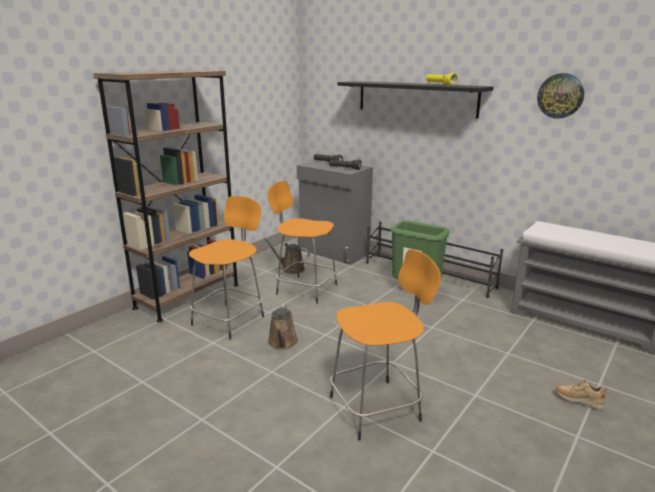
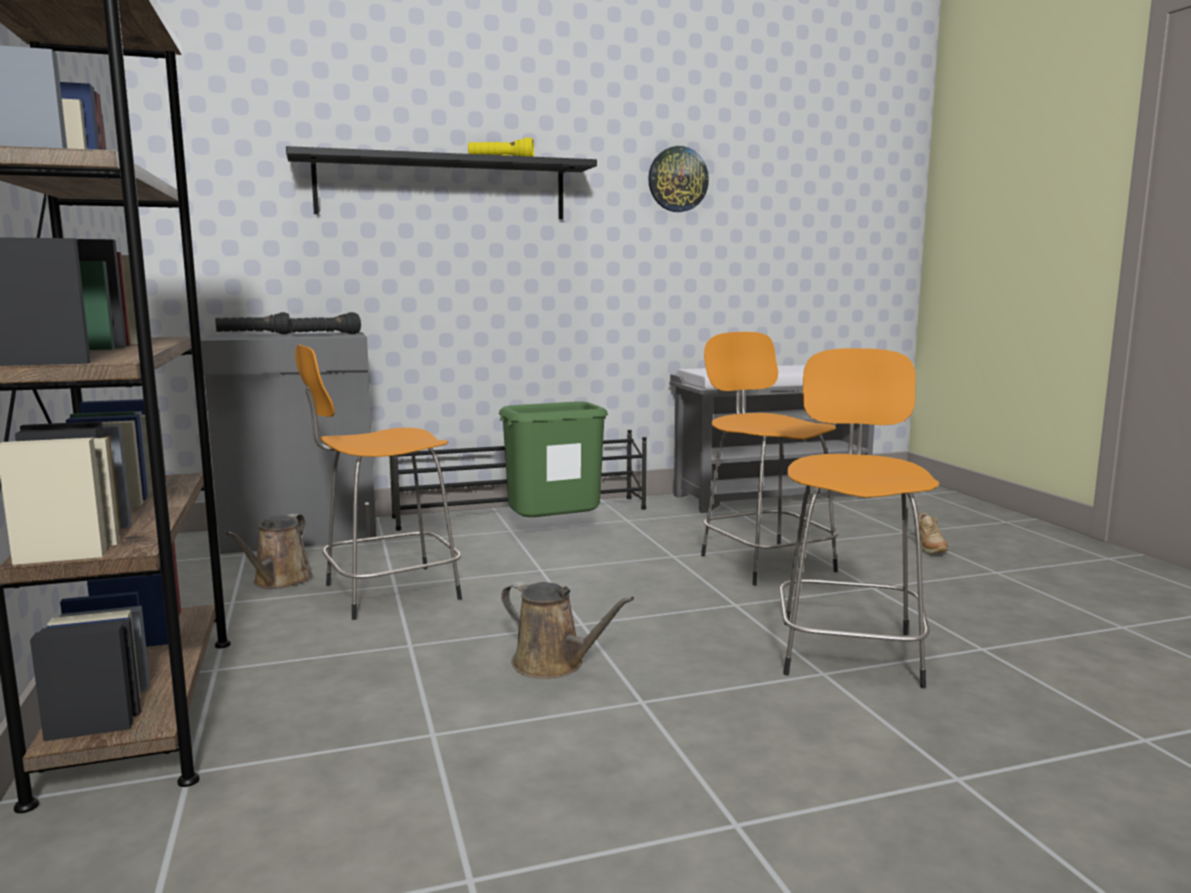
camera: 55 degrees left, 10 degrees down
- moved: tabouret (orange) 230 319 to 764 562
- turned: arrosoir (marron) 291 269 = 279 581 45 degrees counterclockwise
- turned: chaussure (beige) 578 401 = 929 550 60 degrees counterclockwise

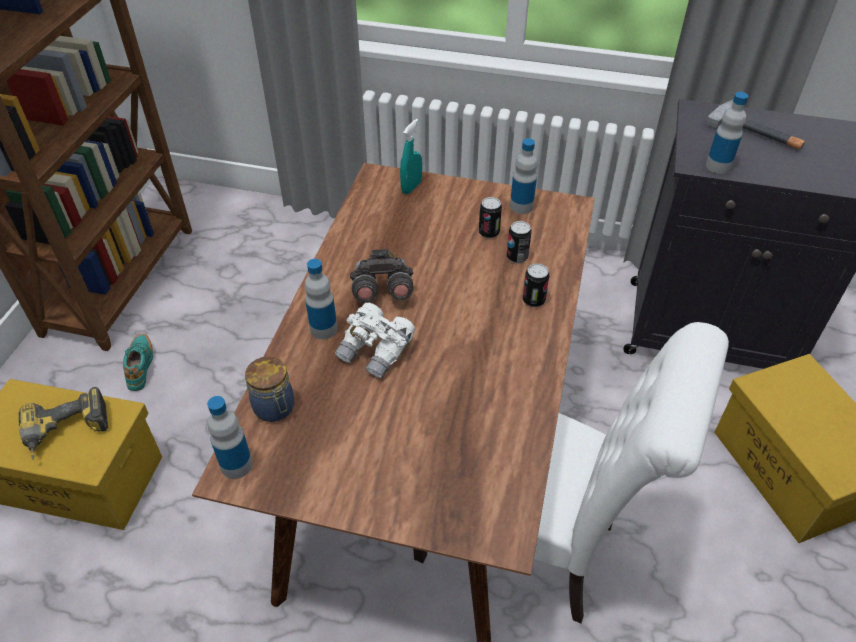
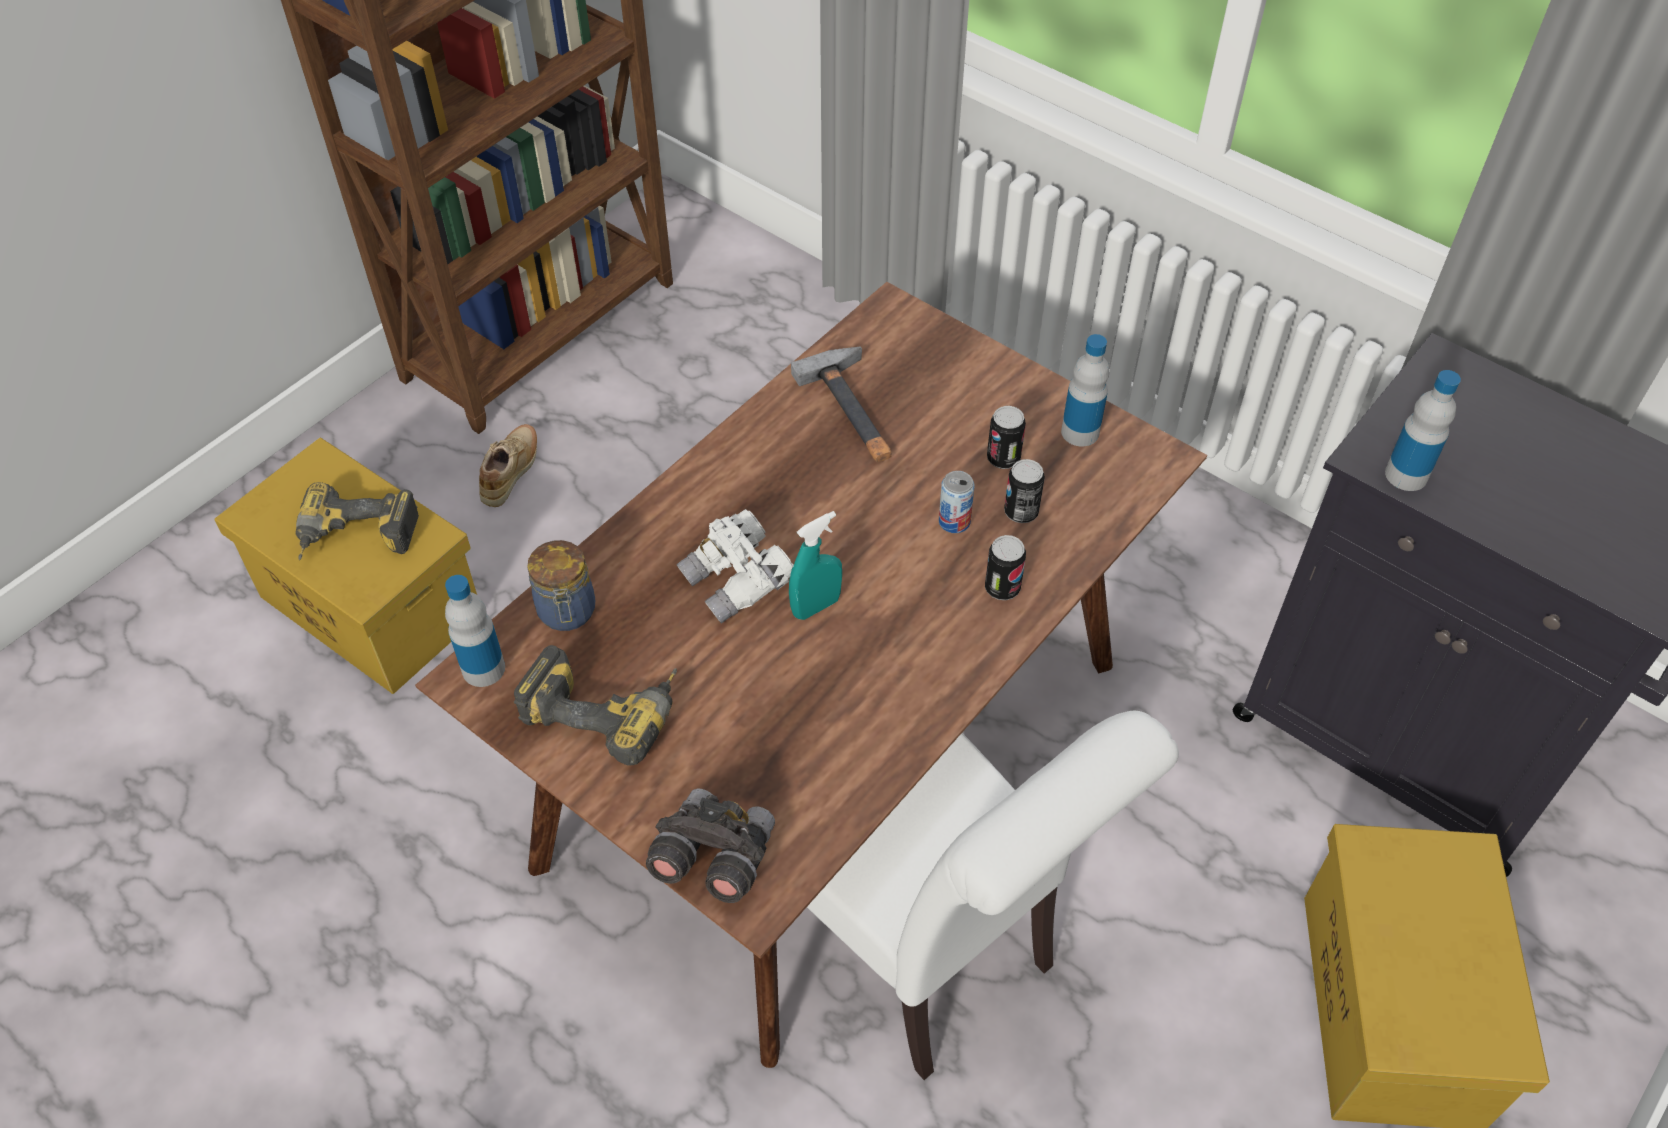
camera: 25 degrees right, 5 degrees up
- moved: marteau 757 131 to 855 410
- moved: vaporisateur (turquoise) 411 187 to 816 606
- moved: jumelles (gris) 381 291 to 713 858
- removed: bouteille 323 329
- recoloured: chaussure (turquoise) 142 366 to chaussure (beige) 512 473
- added: boîte métallique 954 521
- added: perceuse 607 708

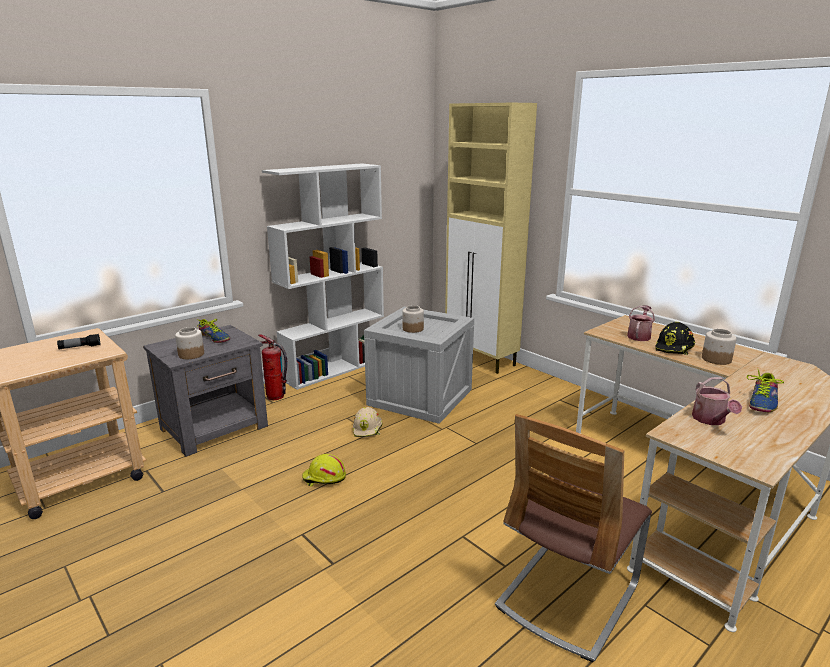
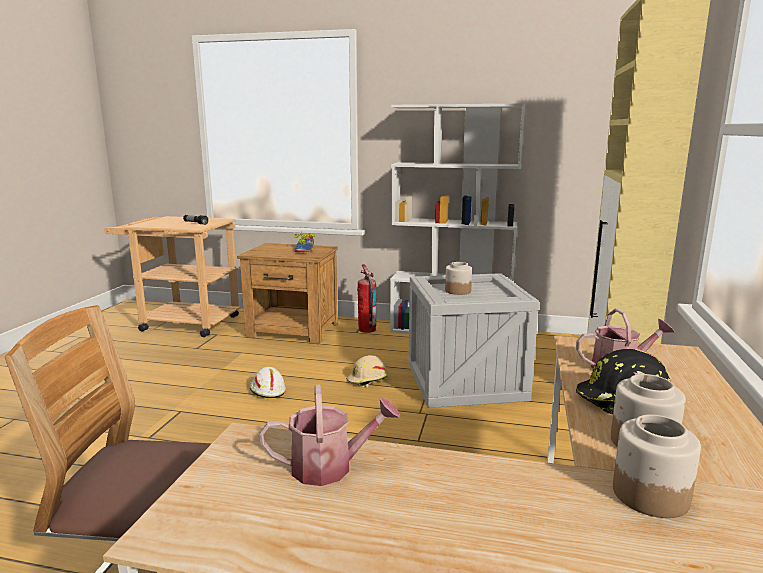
camera: 55 degrees right, 5 degrees down
- recoloured: table de chevet (gris) 216 427 to table de chevet (marron) 294 330
- moved: bocal 191 354 to 649 494
- removed: chaussure 762 402
- turned: arrosoir 711 420 = 330 467 150 degrees counterclockwise
- recoloured: casque de chantier (jaune) 324 478 to casque de chantier (blanc) 266 391

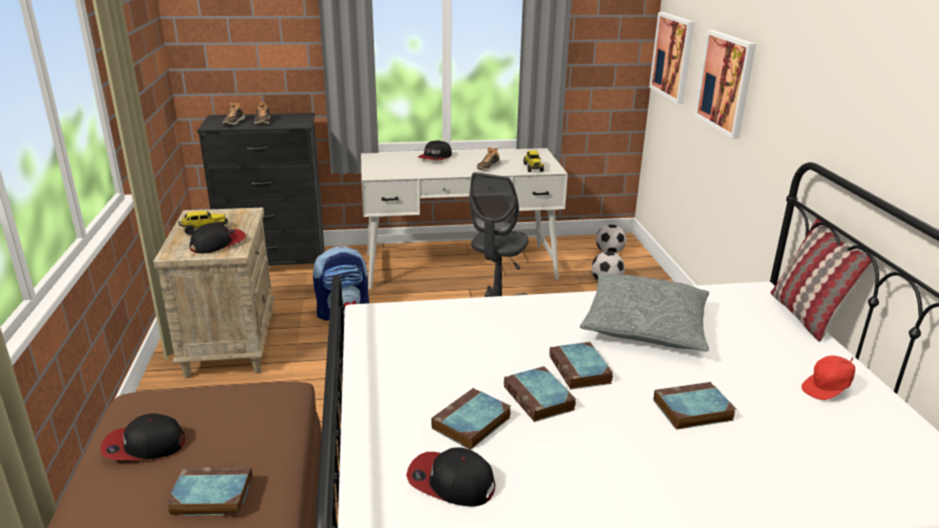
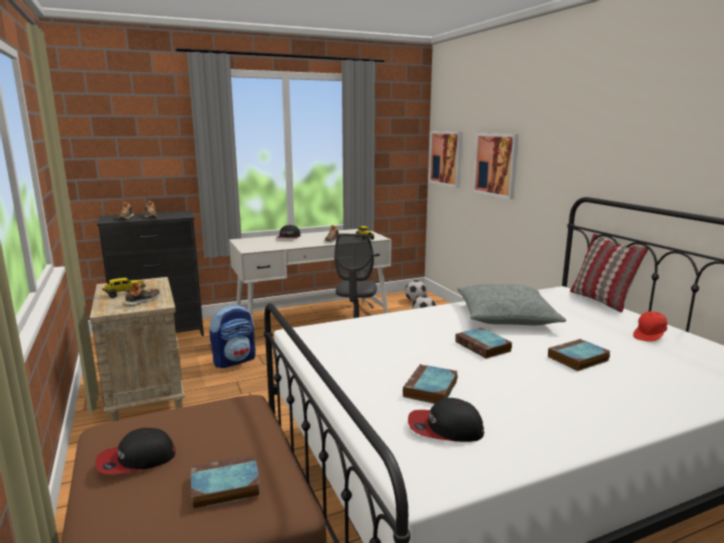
camera: 15 degrees left, 10 degrees down
- replaced: casquette 218 243 to chaussure 143 301
- removed: livre 540 399

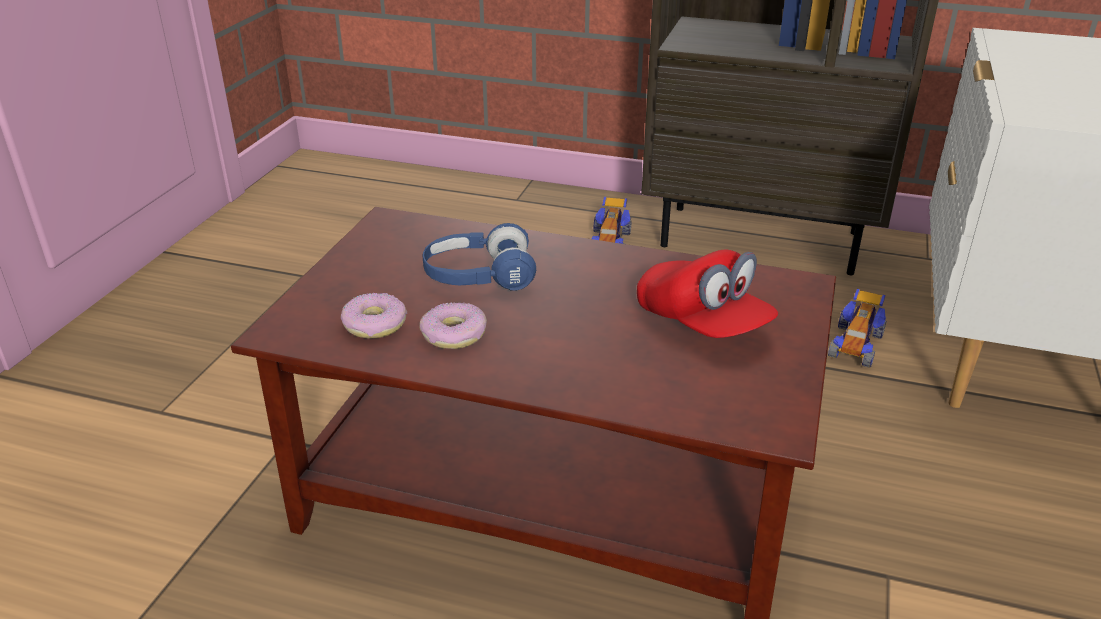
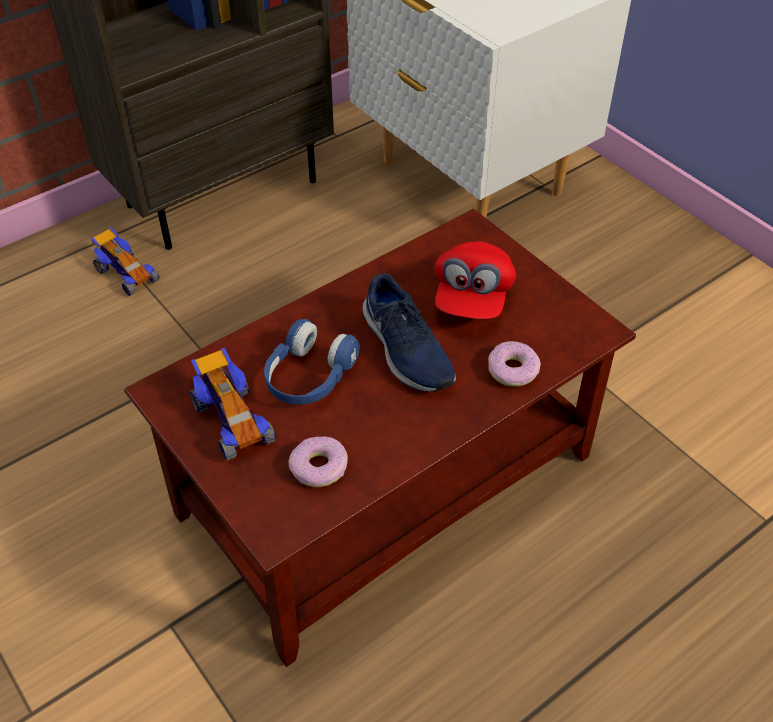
camera: 55 degrees left, 15 degrees up
- turned: casquette (rouge) 702 323 = 472 297 105 degrees clockwise
- moved: petite voiture 855 344 to 232 420
- moved: beignet 454 334 to 513 370
- added: chaussure (bleu) 405 350

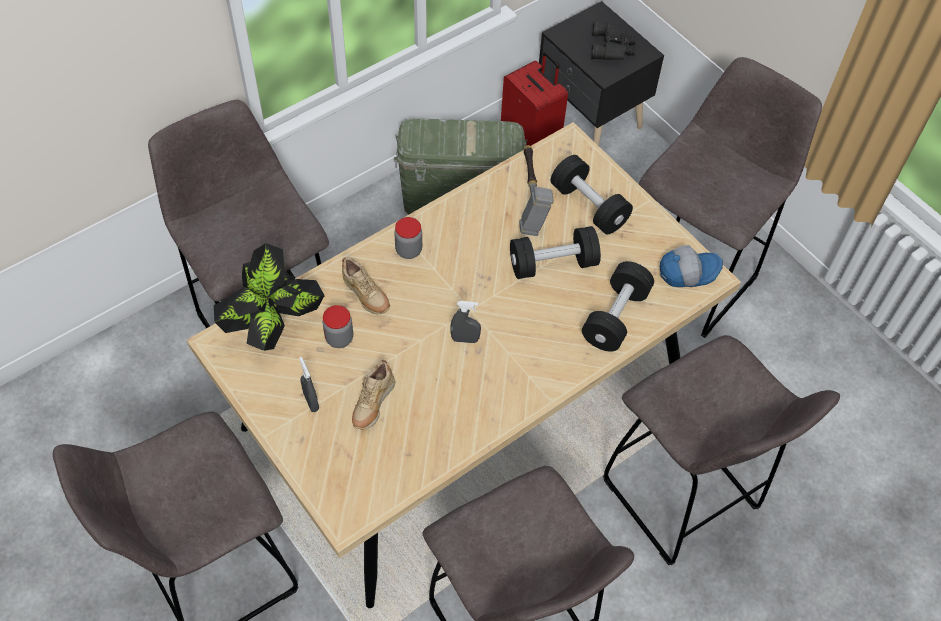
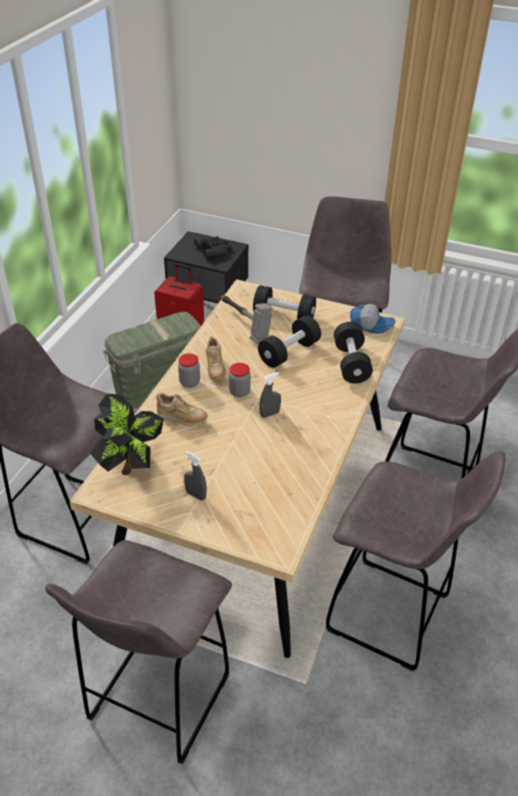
camera: 30 degrees left, 15 degrees down
- turned: casquette 687 271 = 371 324 60 degrees clockwise
- moved: bocal 339 338 to 239 392
- moved: chaussure (beige) 372 405 to 215 370

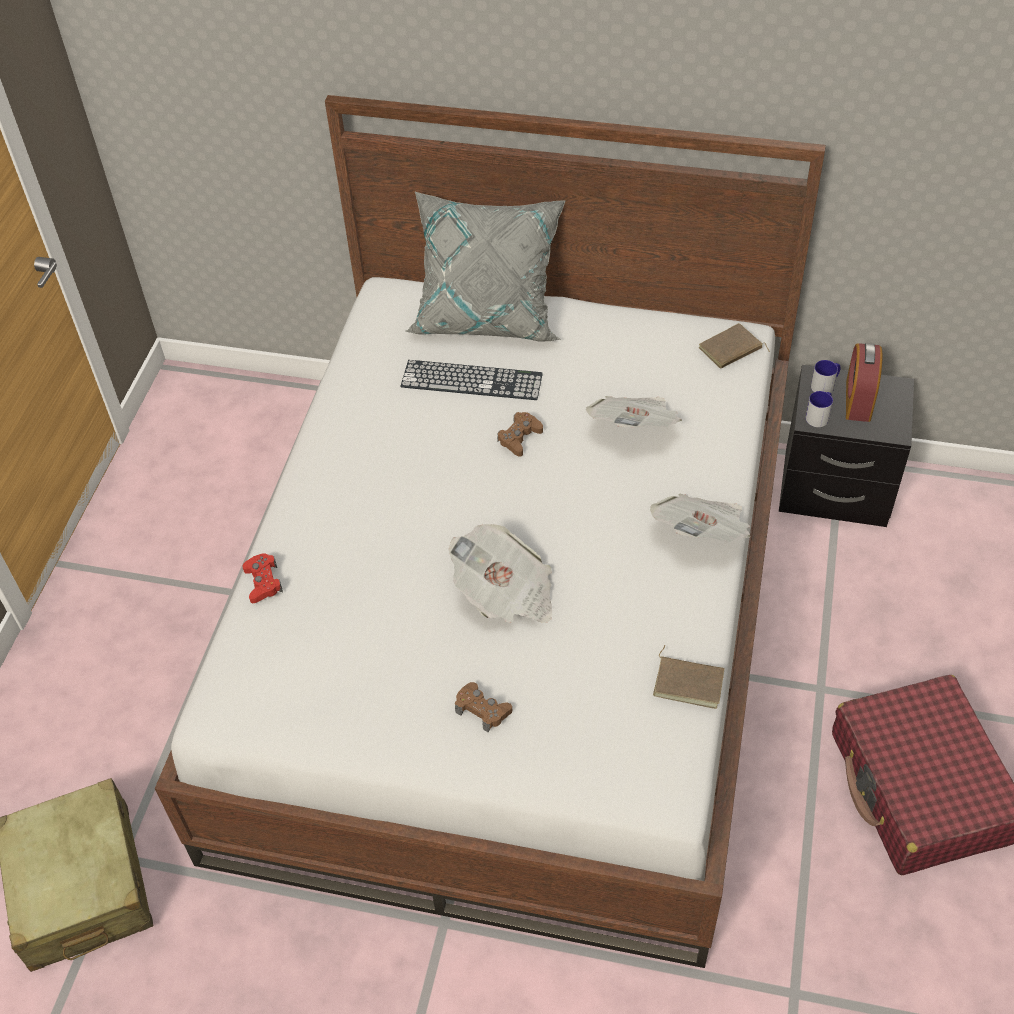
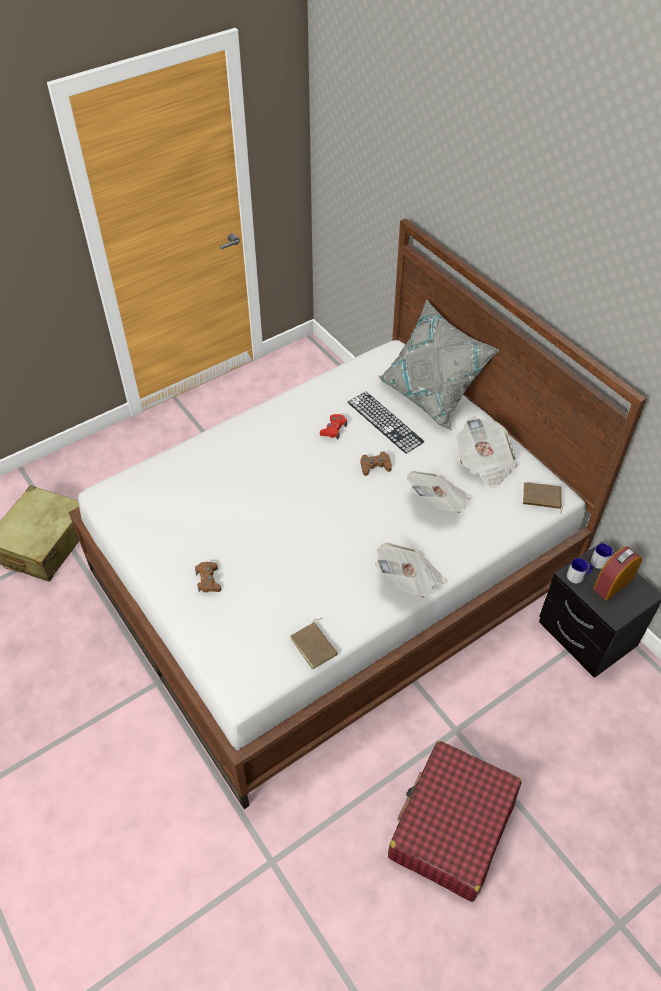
camera: 40 degrees right, 0 degrees up
- moved: journal 505 594 to 484 464
- moved: manette (rouge) 263 582 to 333 429

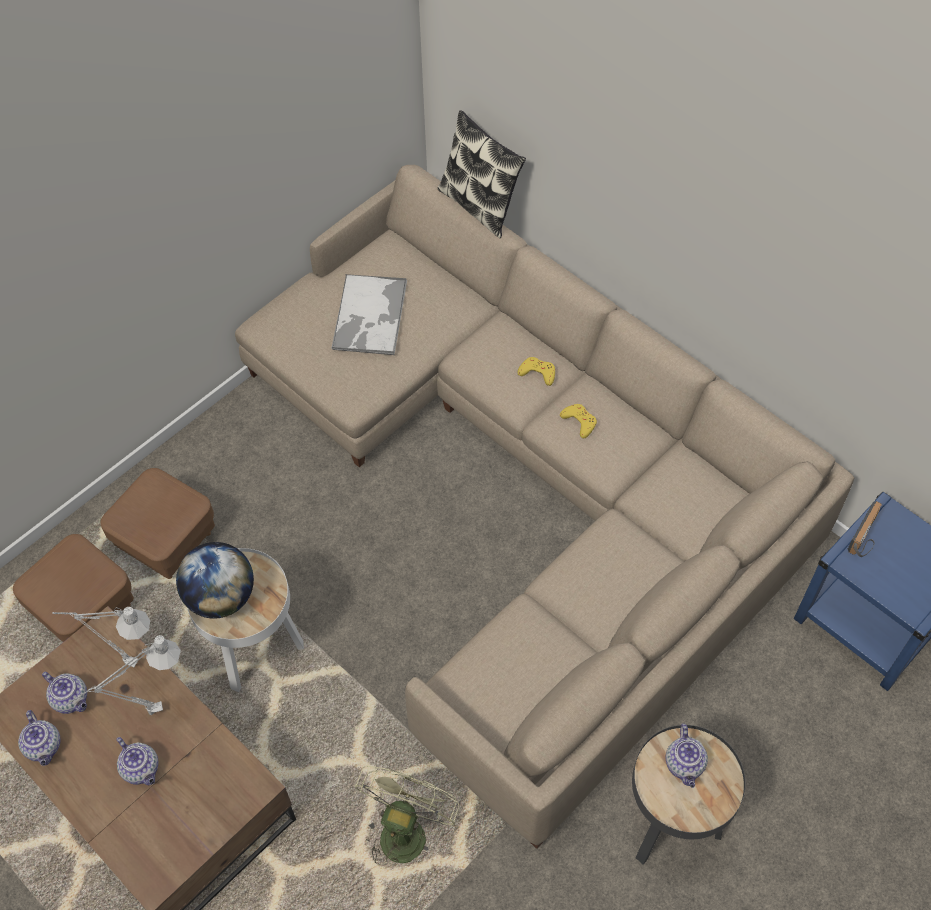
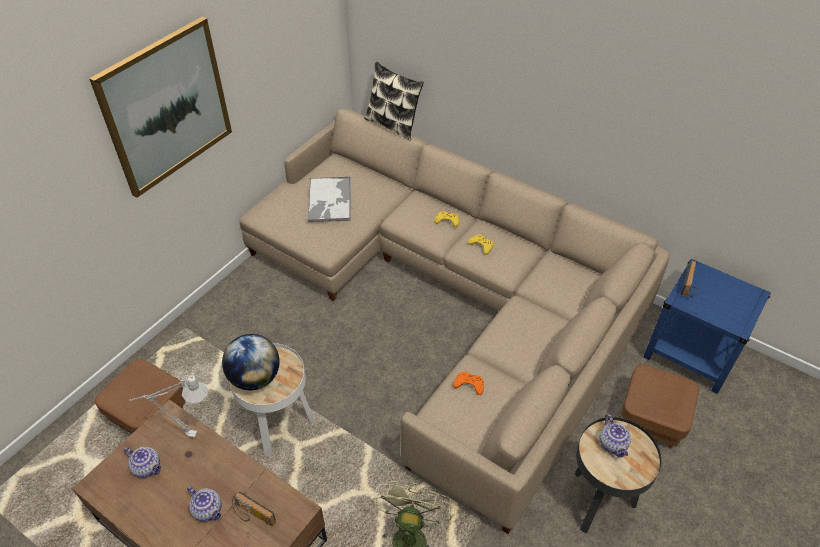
camera: 10 degrees left, 10 degrees down
- moved: pouf (marron) 167 540 to 651 419
- removed: lampe de table (gris) 144 715
- removed: théière 44 747
- added: tableau 166 107
- added: manette (orange) 469 384
- added: radio 252 516

